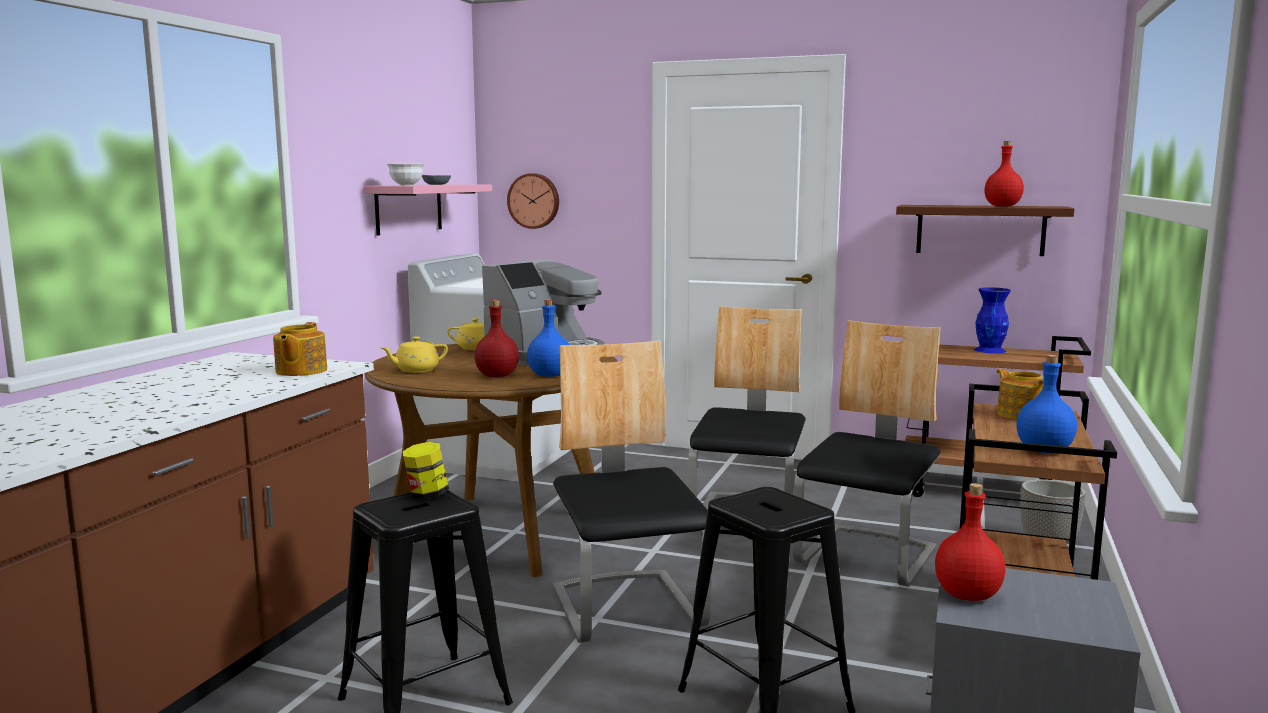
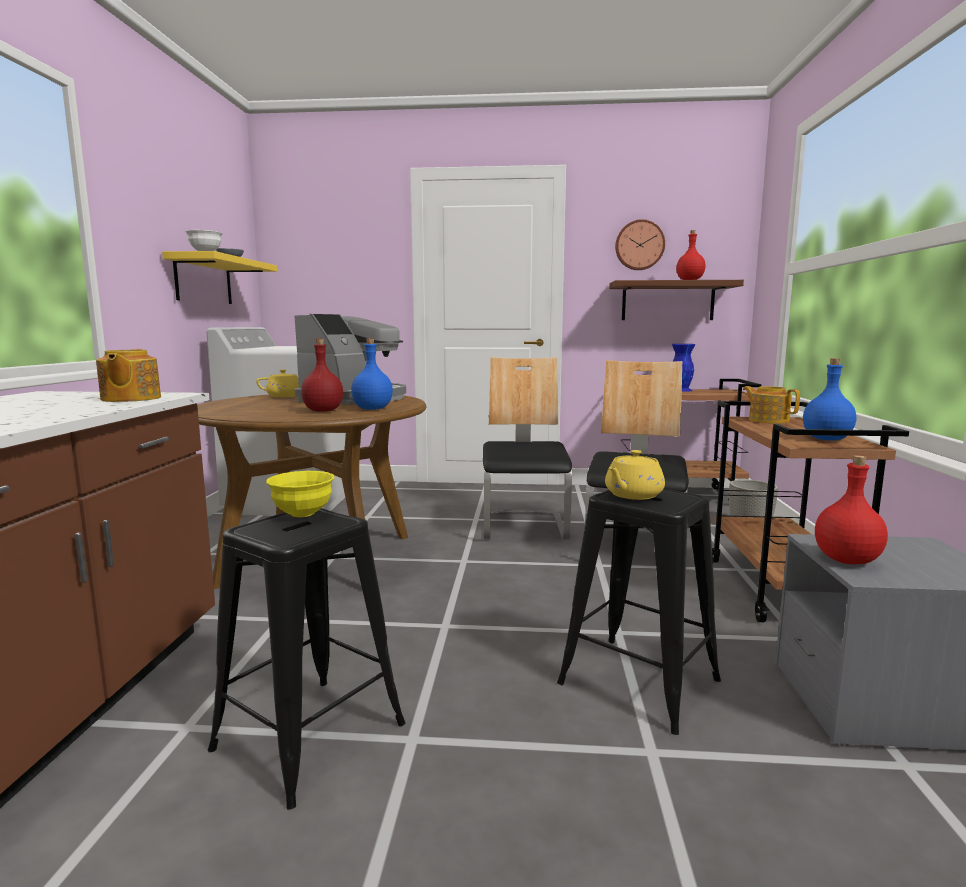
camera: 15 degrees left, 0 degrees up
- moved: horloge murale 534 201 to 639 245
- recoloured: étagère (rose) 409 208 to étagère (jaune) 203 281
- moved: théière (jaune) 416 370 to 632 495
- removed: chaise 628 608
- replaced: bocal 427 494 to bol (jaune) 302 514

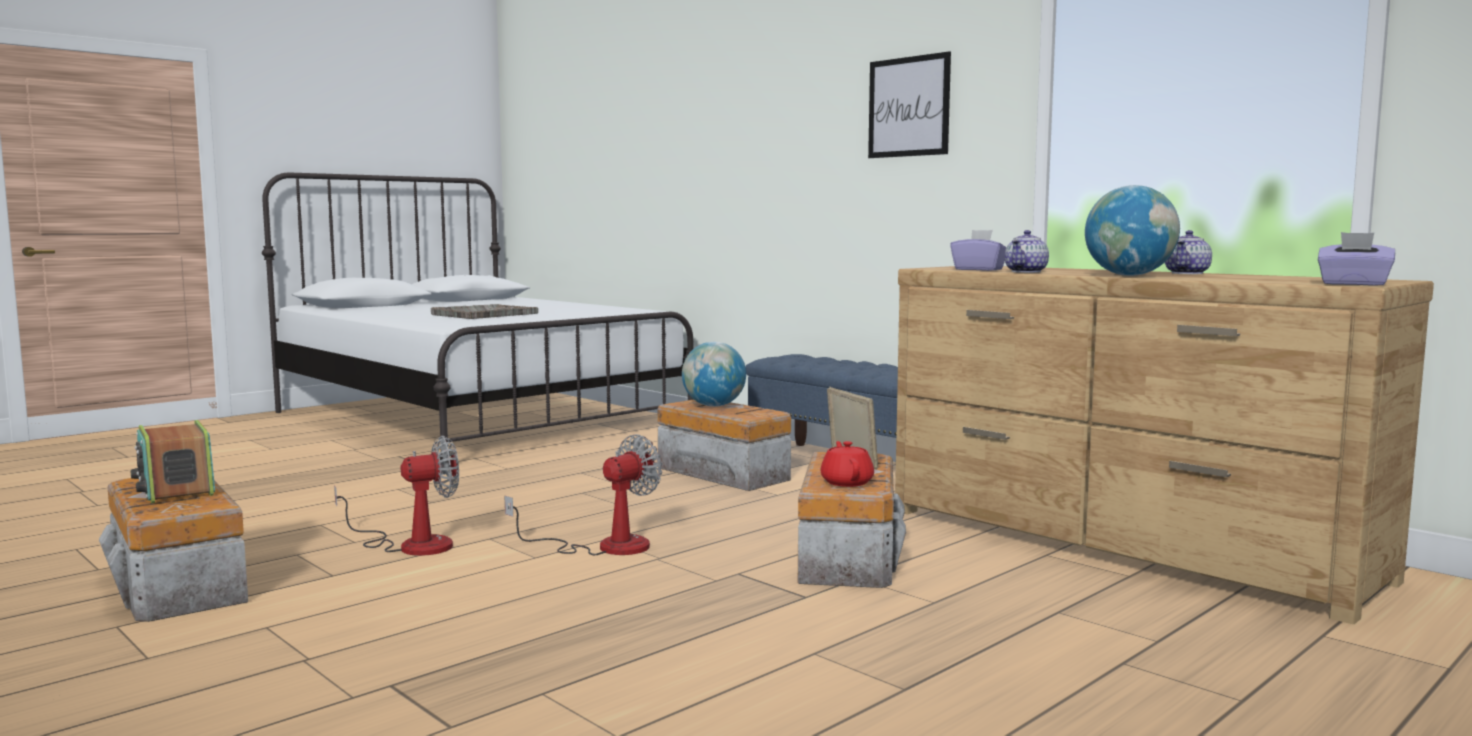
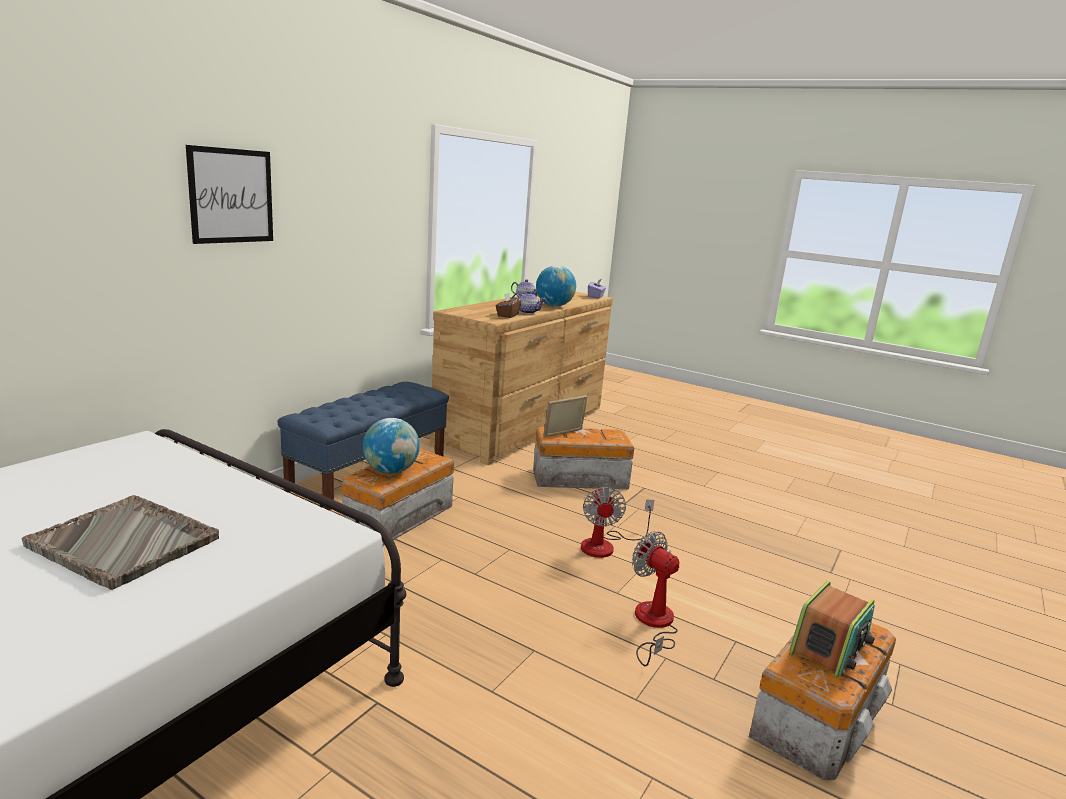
camera: 105 degrees left, 10 degrees up
- moved: tableau 909 107 to 231 196
- recoloured: boîte à mouchoirs (violet) 979 269 to boîte à mouchoirs (marron) 507 315
- turned: ventilateur 605 546 = 606 545 120 degrees counterclockwise
- removed: théière (rouge) 847 482

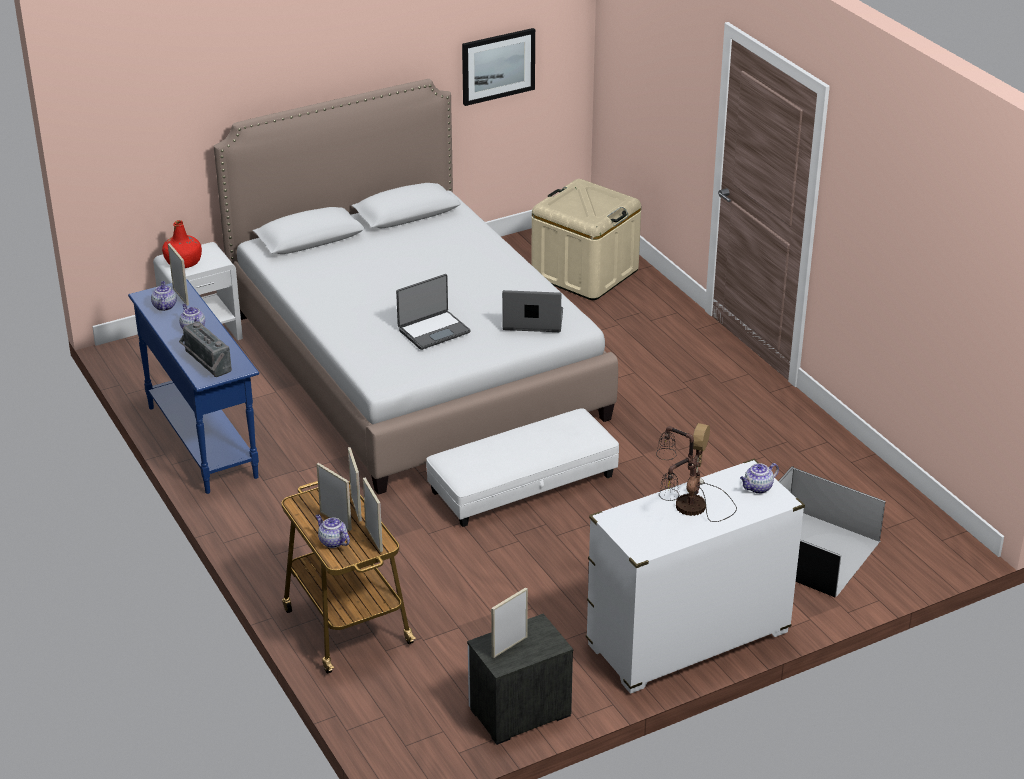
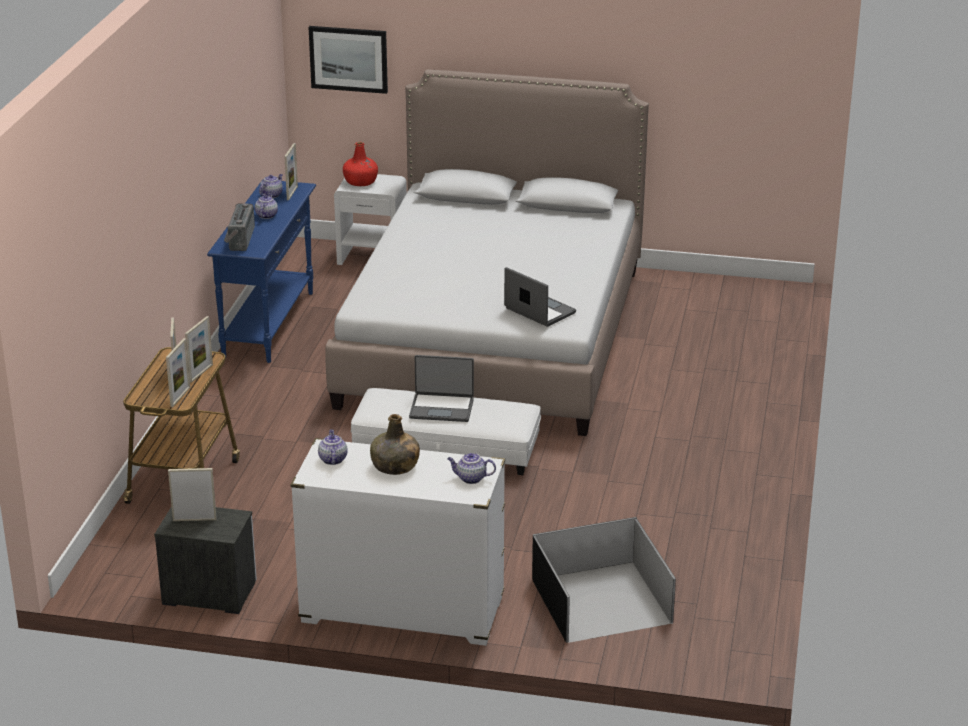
camera: 40 degrees right, 5 degrees down
- moved: tableau 498 66 to 348 59
- removed: boîte de rangement (beige) 585 273
- moved: ordinateur portable 433 331 to 442 408
- replaced: lampe de table 688 507 to bouteille (vert) 395 466
- moved: théière 332 541 to 332 459

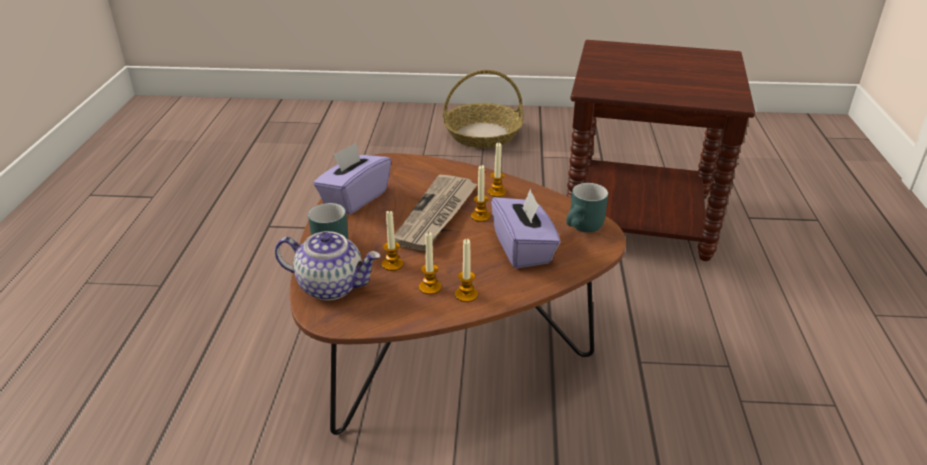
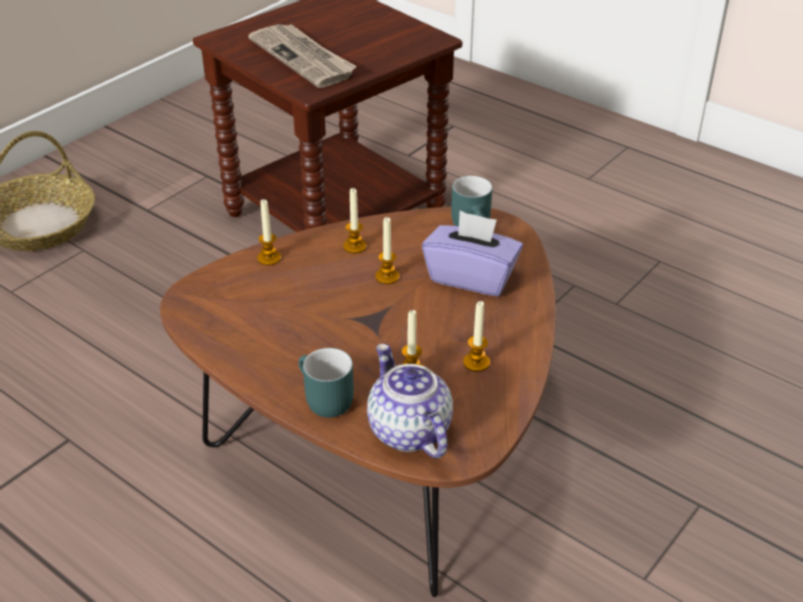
camera: 55 degrees left, 5 degrees up
- removed: boîte à mouchoirs (violet) 354 198
- moved: journal 436 215 to 303 58
- turned: théière 332 286 = 408 431 75 degrees counterclockwise
- moved: bougie 466 295 to 269 258

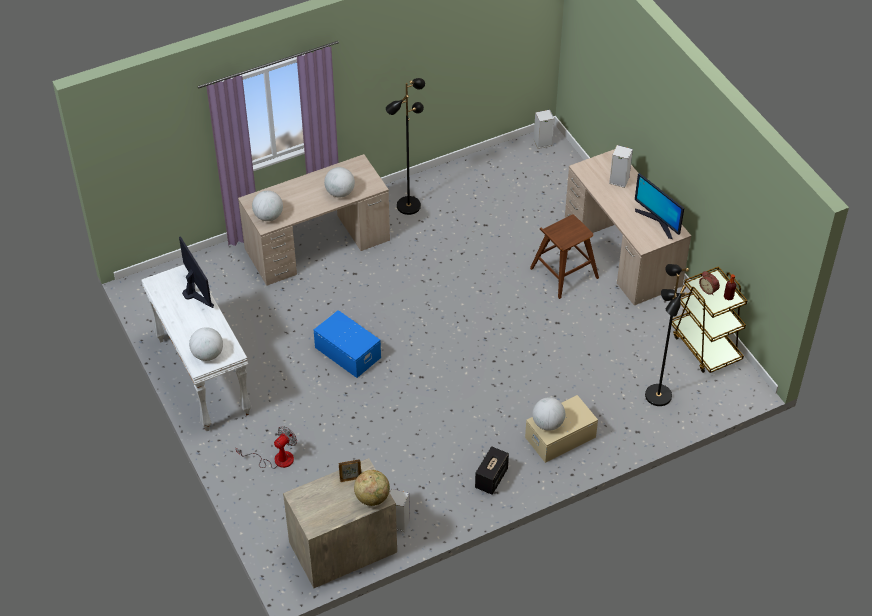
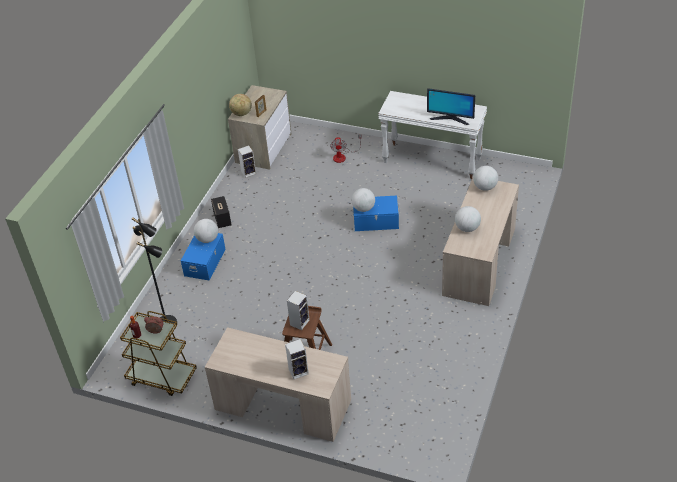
camera: 140 degrees right, 5 degrees down
- removed: lampadaire (noir) 408 205
- moved: enceinte 542 143 to 299 322
- removed: écran d'ordinateur 658 221
- moved: globe 207 354 to 363 208
- recoloured: boîte de rangement (beige) 559 437 to boîte de rangement (bleu) 205 262

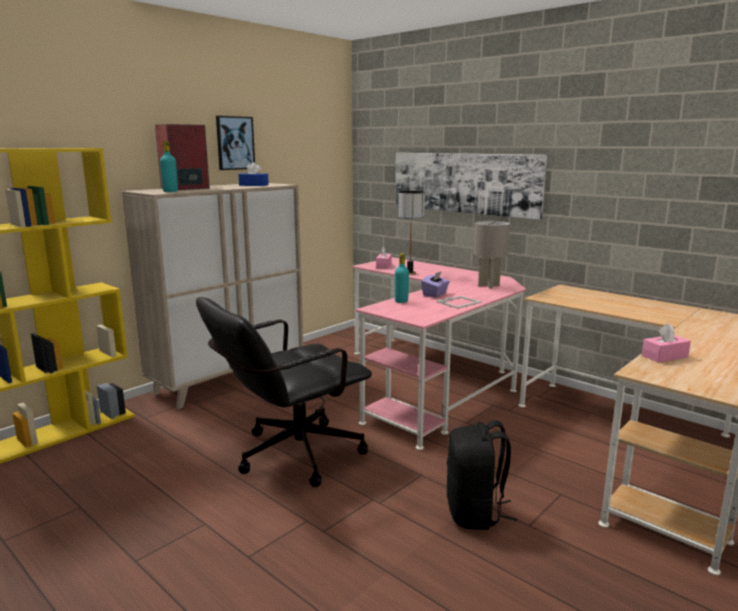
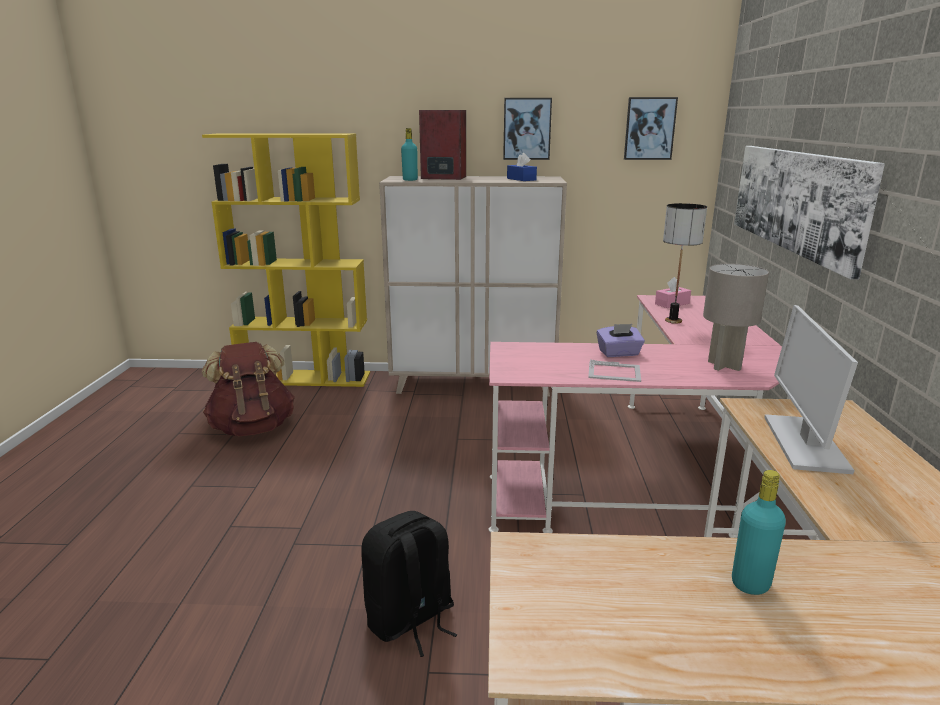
camera: 50 degrees right, 5 degrees up
- moved: bouteille (turquoise) 401 301 to 750 584
- removed: chaise de bureau (noir) 289 456
- removed: boîte à mouchoirs (rose) 664 356
- added: tableau 649 128
- added: écran d'ordinateur 803 443
- added: sac à dos (marron) 253 427

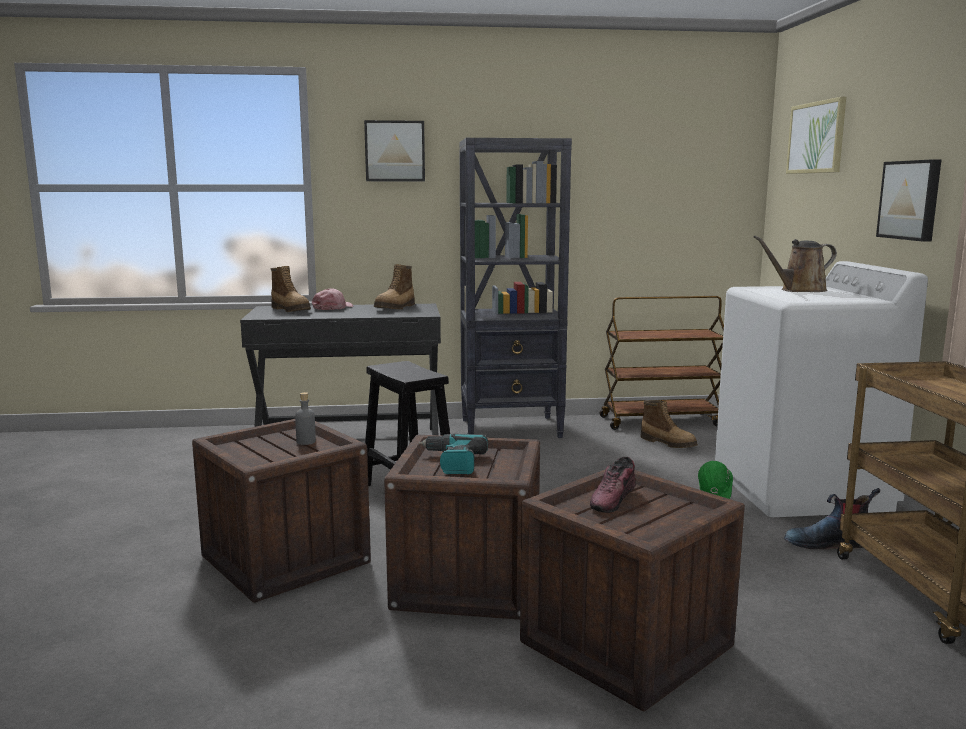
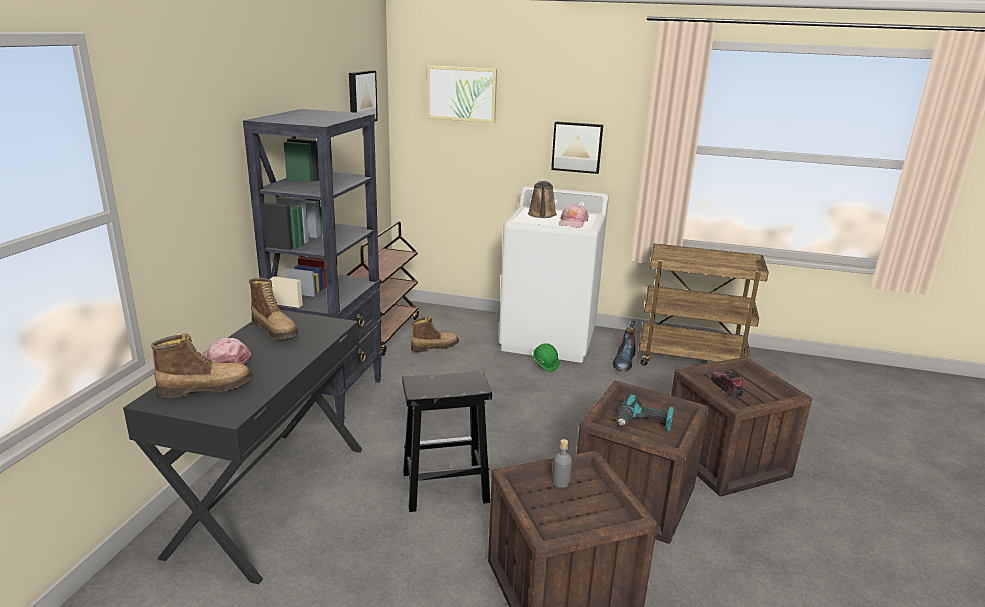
camera: 70 degrees left, 10 degrees up
- moved: tableau 395 151 to 361 97
- turned: chaussure 613 499 = 726 388 150 degrees counterclockwise
- added: casquette (rose) 572 223

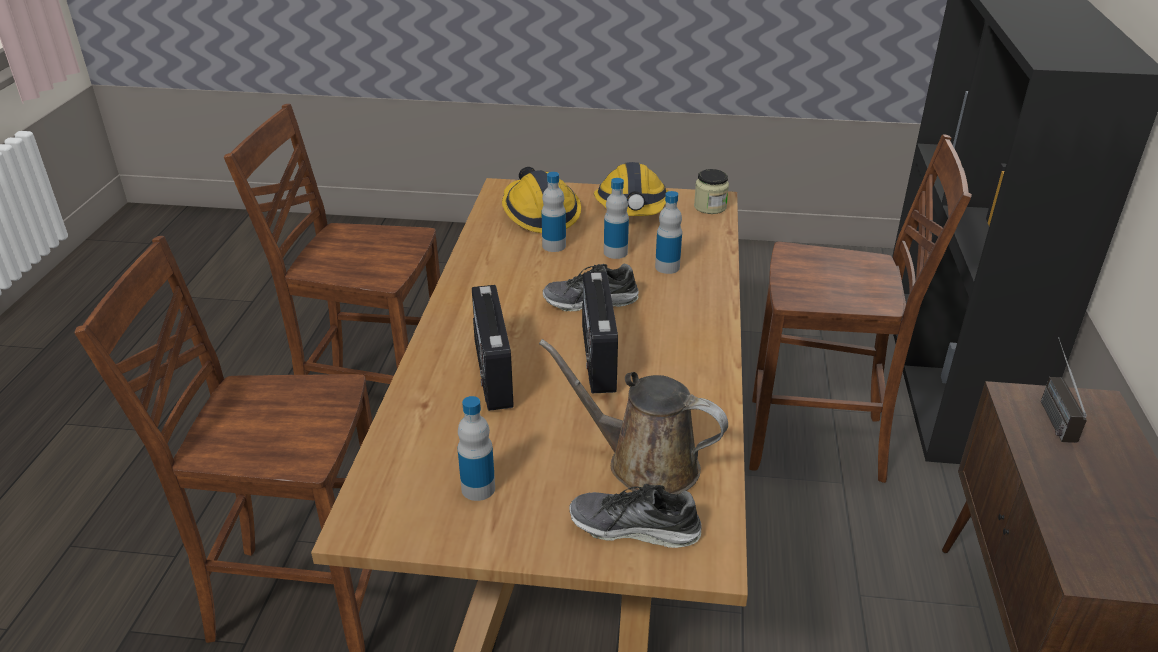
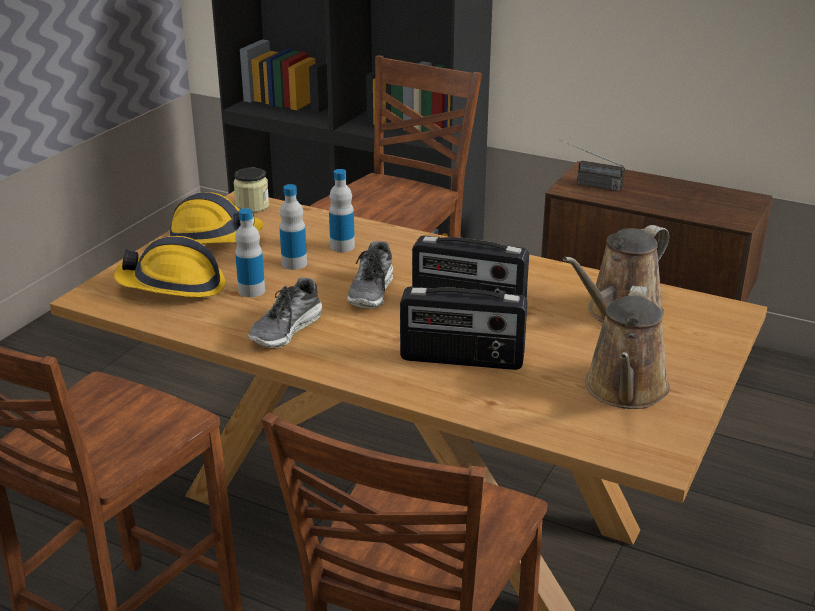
camera: 70 degrees left, 5 degrees down
- replaced: bouteille 478 488 to arrosoir (marron) 626 391
- moved: chaussure 634 528 to 286 329

